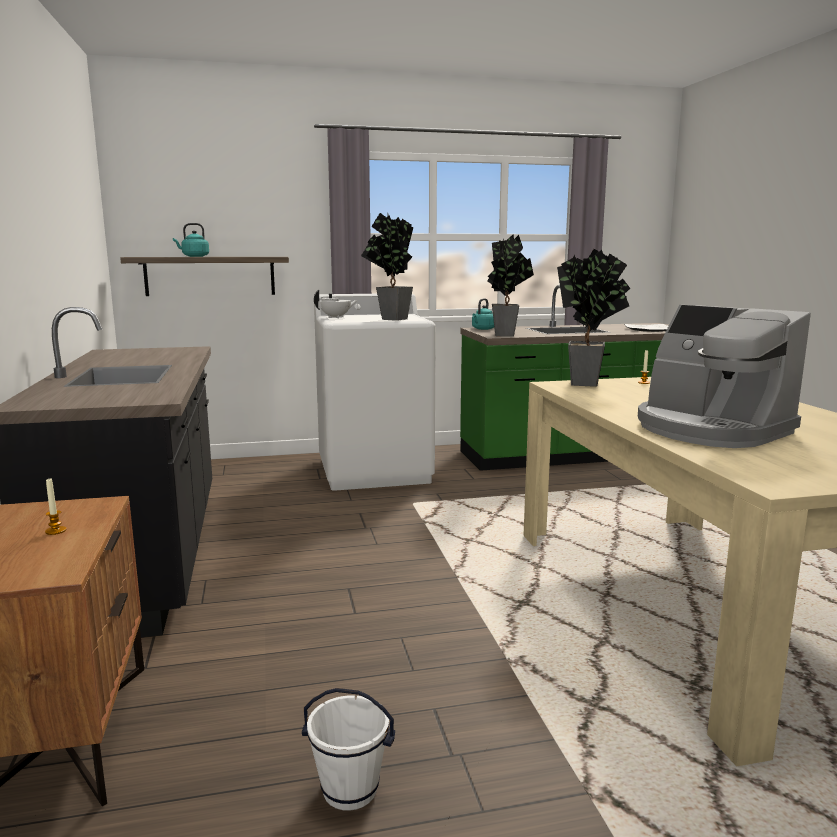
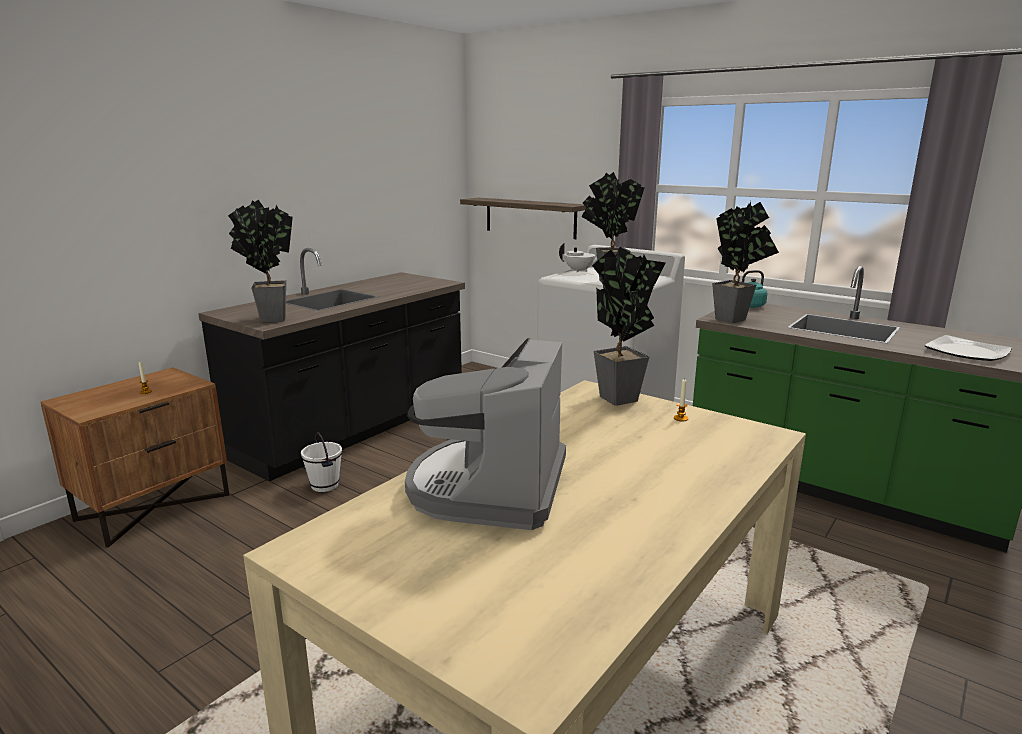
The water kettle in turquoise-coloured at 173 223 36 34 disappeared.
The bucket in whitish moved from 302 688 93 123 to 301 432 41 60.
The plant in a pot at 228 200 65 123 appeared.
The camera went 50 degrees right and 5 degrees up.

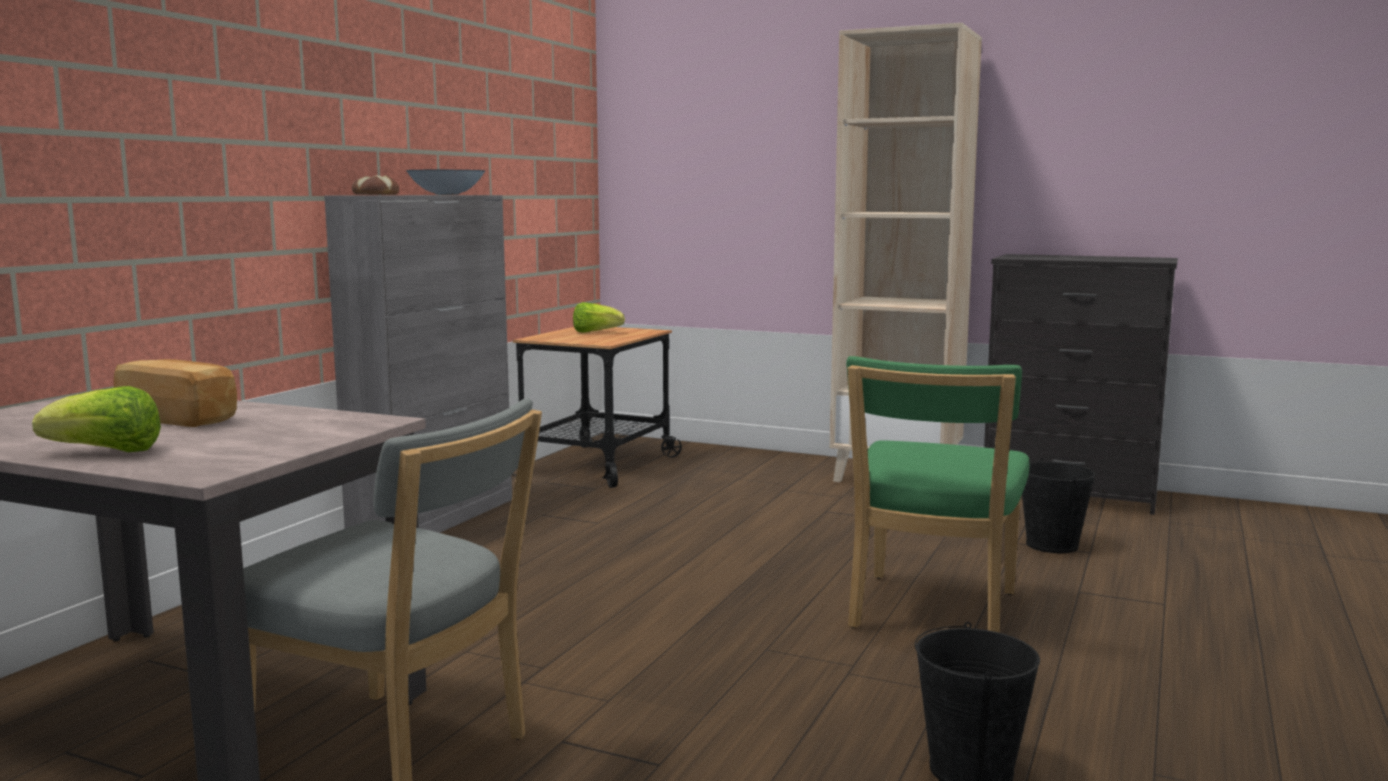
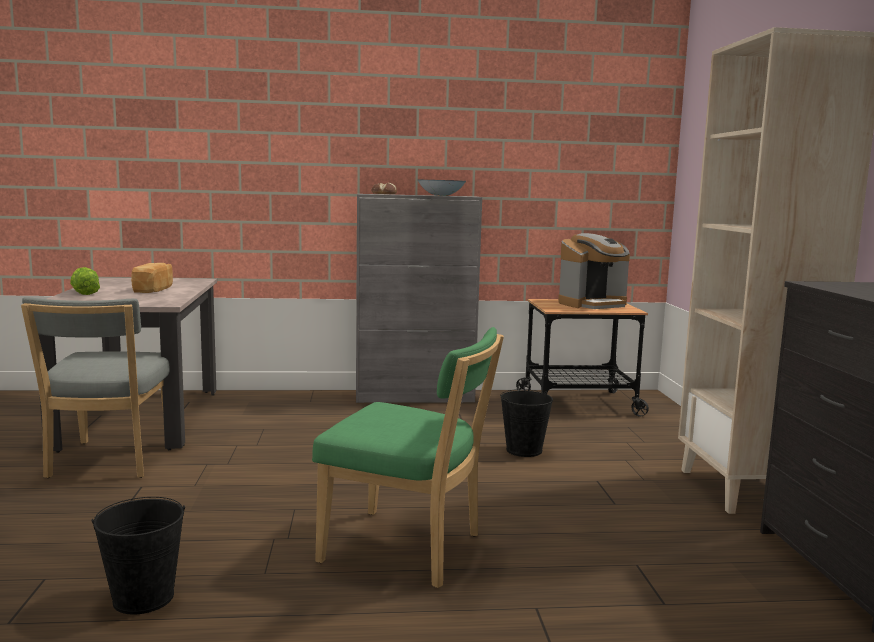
The lettuce at 573 302 52 31 was replaced by the coffee machine at 558 233 72 76.
The chair in green-coloured at 846 356 183 277 turned 150 degrees counterclockwise.
The bucket in black-coloured moved from 1022 458 74 95 to 500 389 53 68.
The camera went 60 degrees right and 0 degrees up.

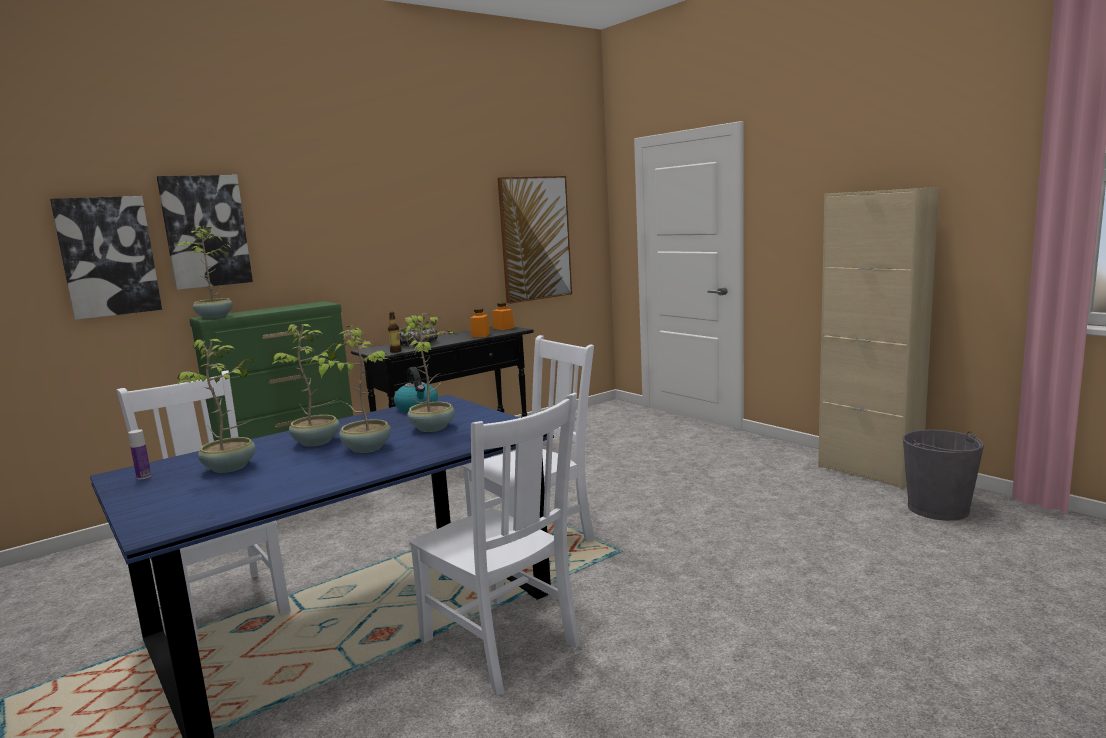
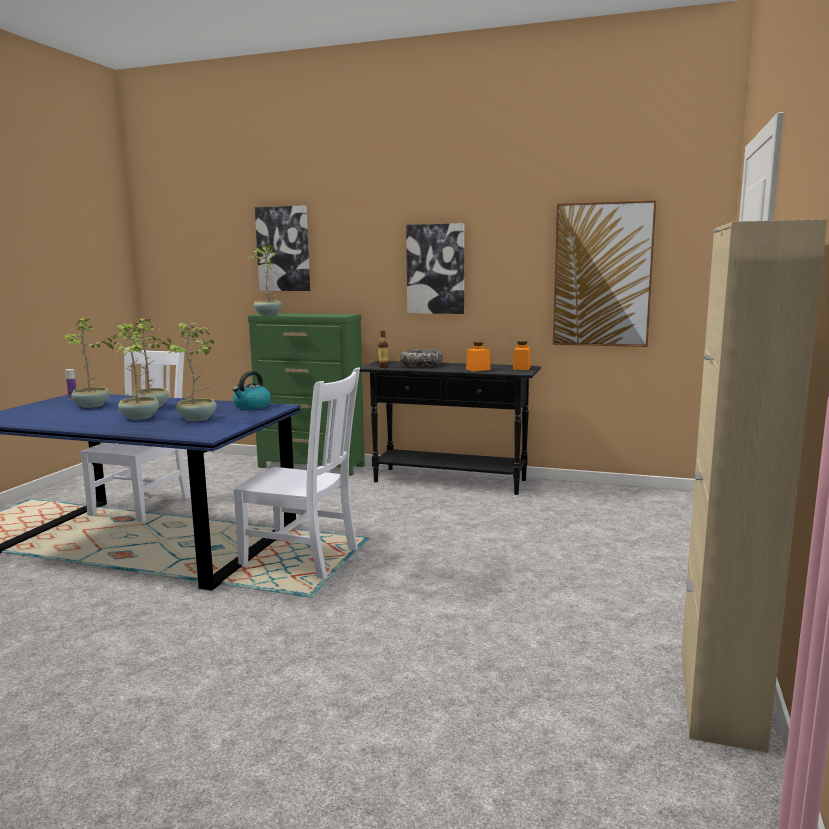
The wall art moved from 50 196 112 124 to 406 223 58 91.
The chair in whitish at 409 393 171 302 disappeared.
The bucket in greyish at 903 429 81 92 disappeared.
The camera went 55 degrees right and 0 degrees up.

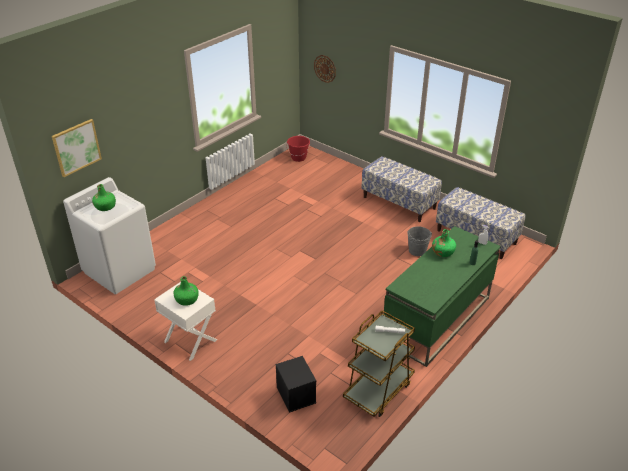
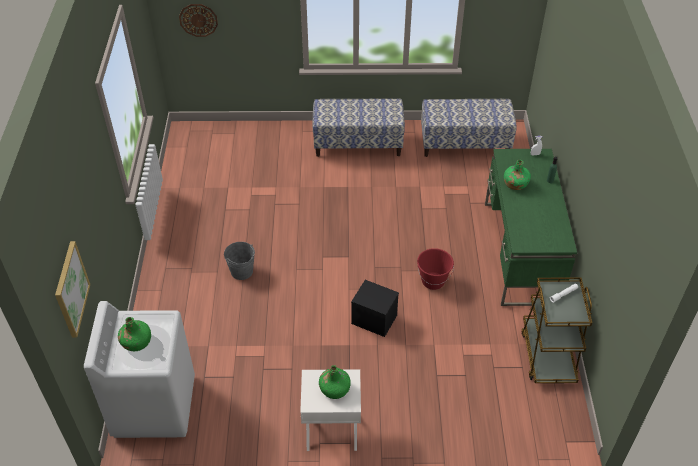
The storage bin in black-coloured moved from 276 356 40 57 to 351 280 48 57.
The bucket in reddish moved from 287 136 23 26 to 417 248 37 42.
The bucket in greyish moved from 407 226 25 30 to 224 242 31 38.
The camera went 40 degrees left and 10 degrees up.

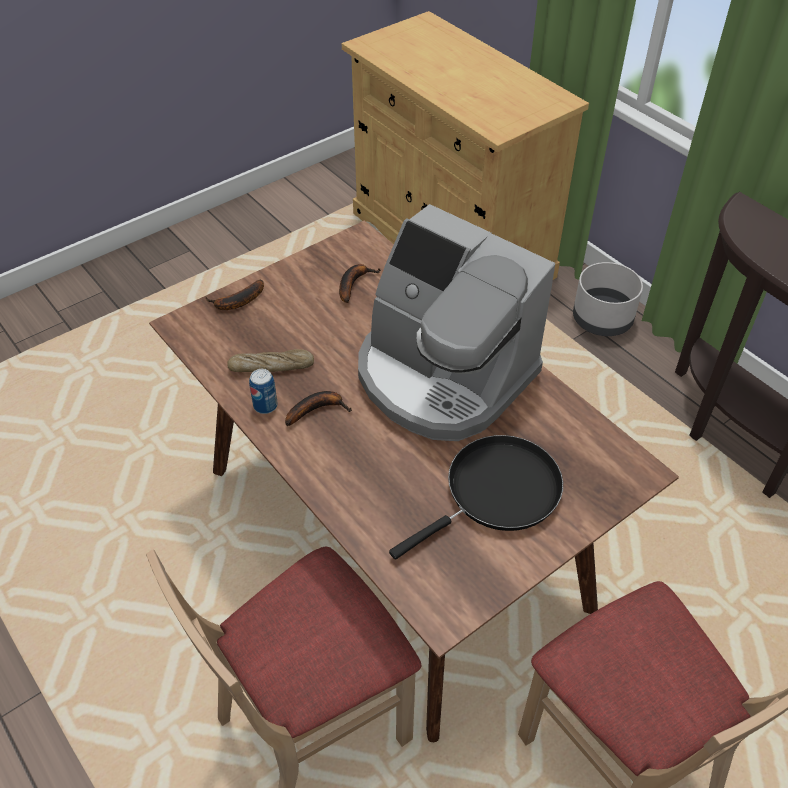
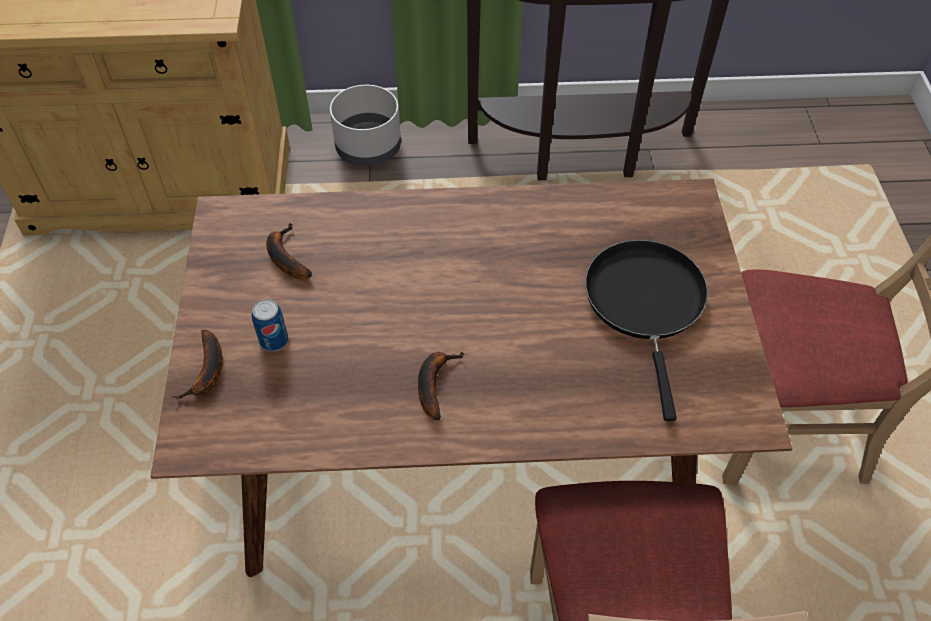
The bakery bread at 227 349 87 23 disappeared.
The metal can moved from 249 369 29 45 to 252 299 36 52.
The coffee machine at 358 204 197 237 disappeared.
The camera went 55 degrees left and 5 degrees up.

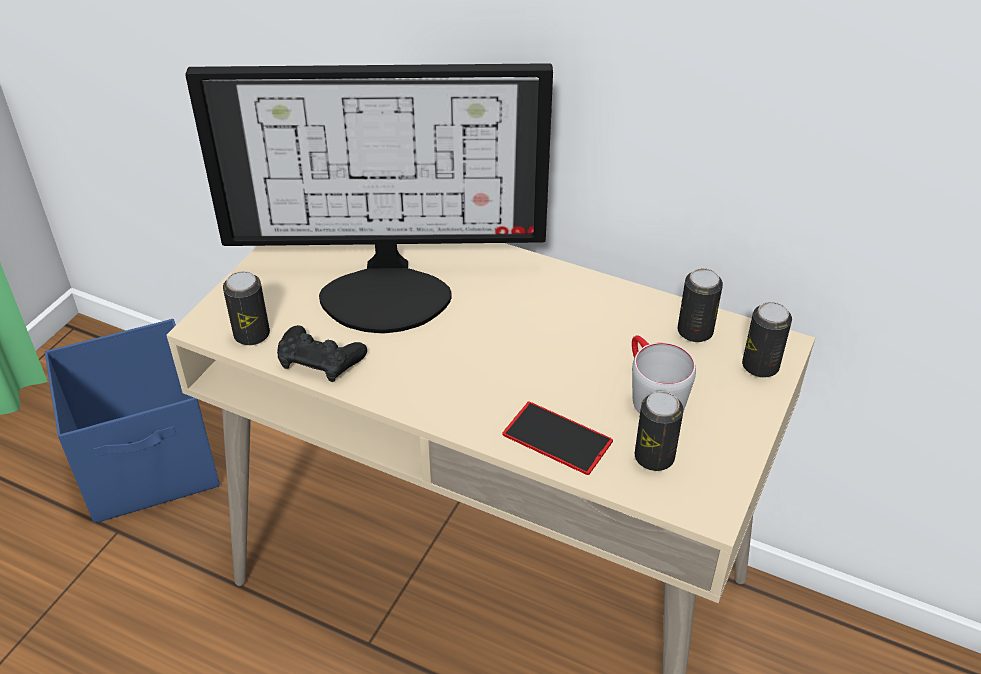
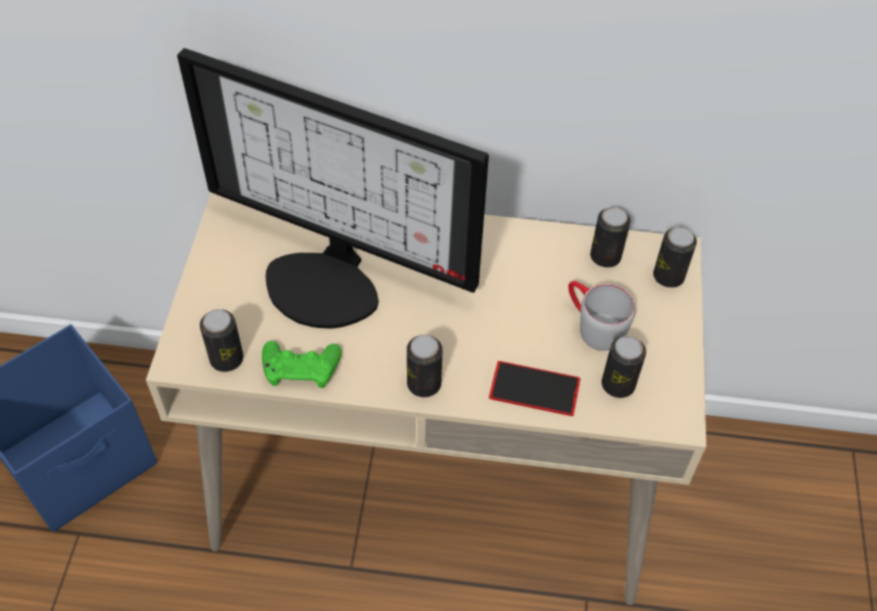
The computer display at 185 63 368 271 turned 45 degrees clockwise.
The game controller in black-coloured at 277 325 90 57 became the game controller in green-coloured at 262 341 80 47.
The metal can at 407 335 36 62 appeared.
The camera went 20 degrees left and 10 degrees up.

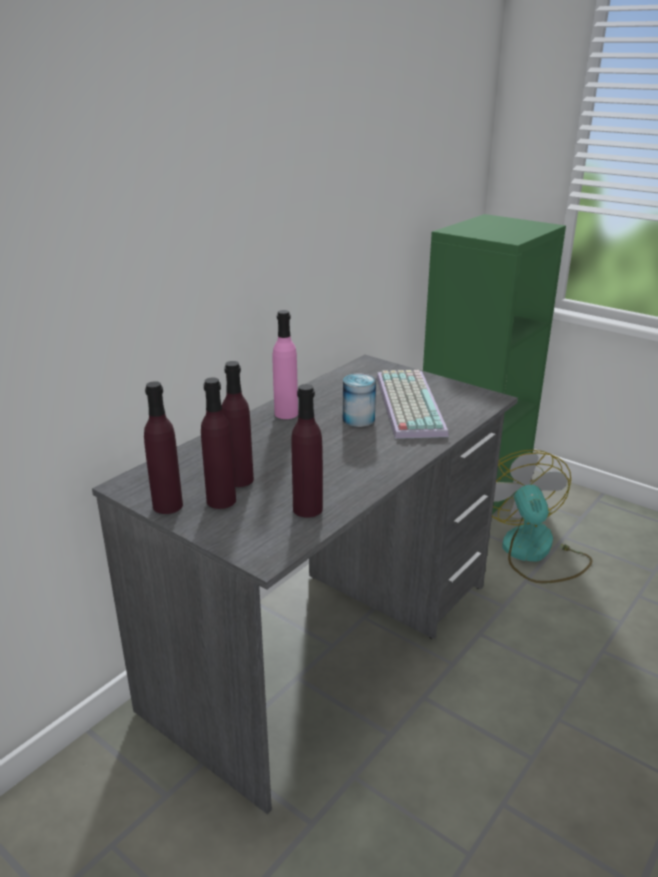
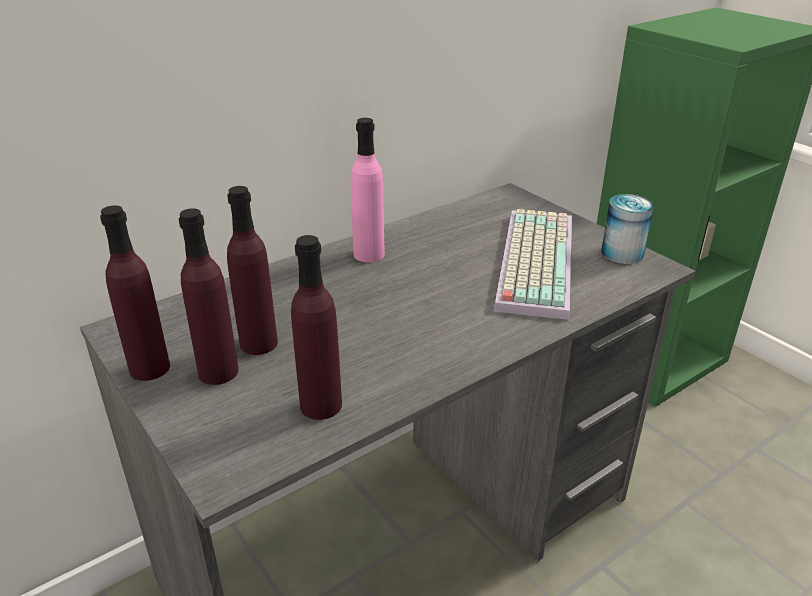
The metal can moved from 343 374 33 53 to 601 194 53 70.
The fan at 492 450 100 133 disappeared.
The camera went 15 degrees right and 5 degrees up.

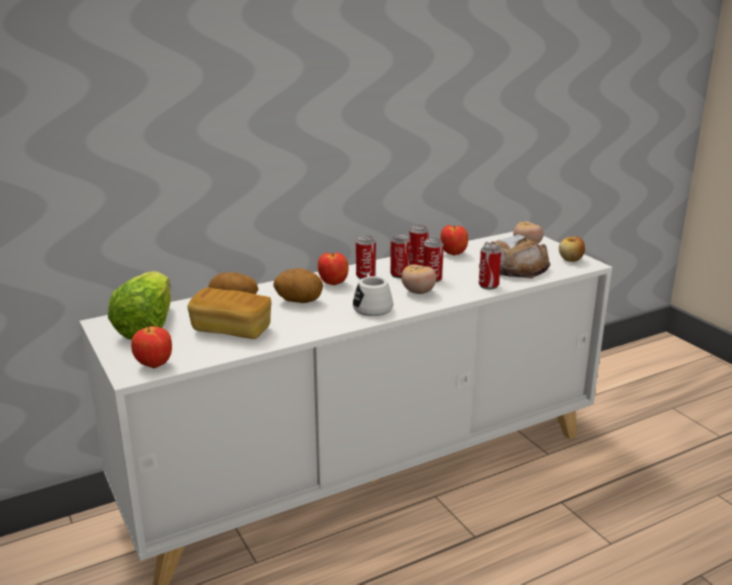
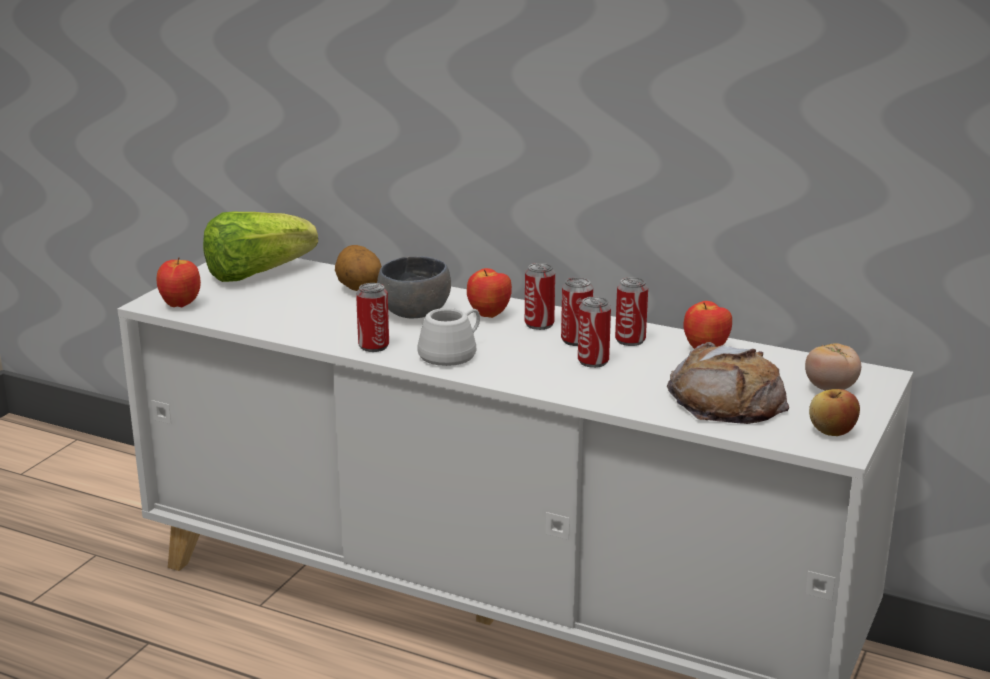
The bakery bread at 187 287 84 52 disappeared.
The potato at 273 268 50 35 was replaced by the deep dish in greyish at 377 256 74 62.
The whole tomato at 401 264 36 30 disappeared.
The metal can moved from 479 244 23 46 to 356 283 33 69.
The camera went 55 degrees right and 0 degrees up.

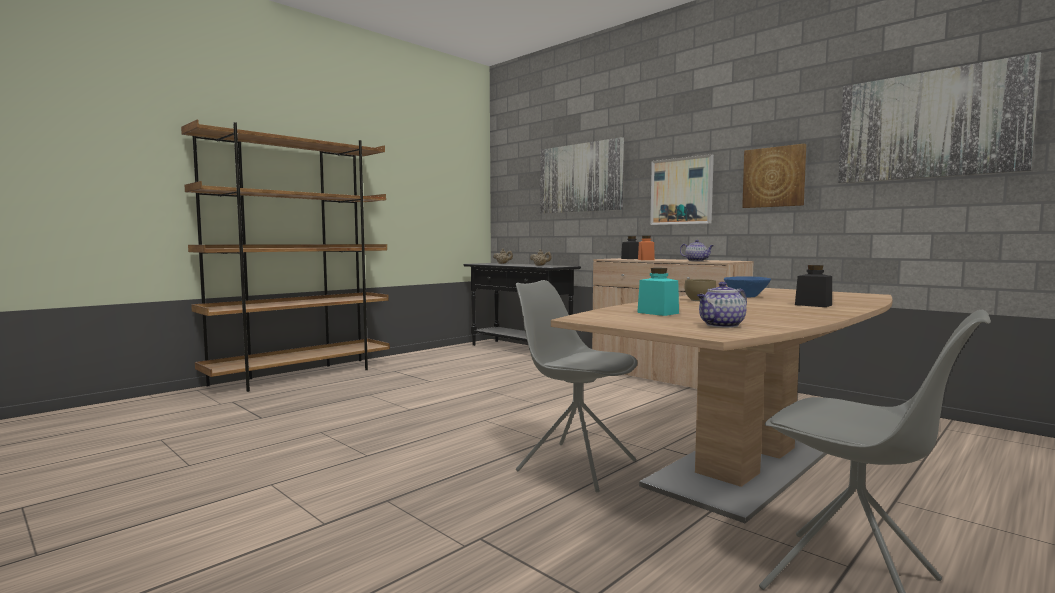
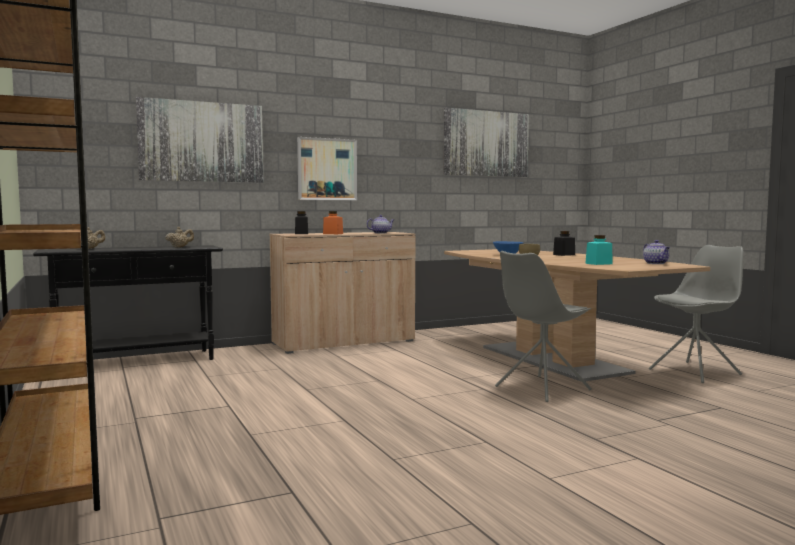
The wall art at 742 144 64 64 disappeared.
The camera went 70 degrees left and 0 degrees up.

